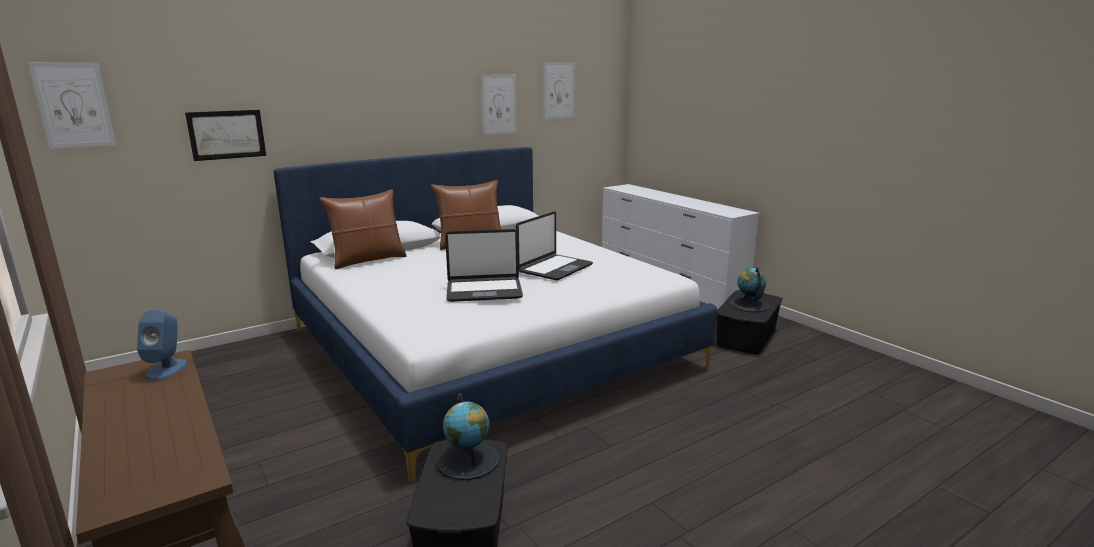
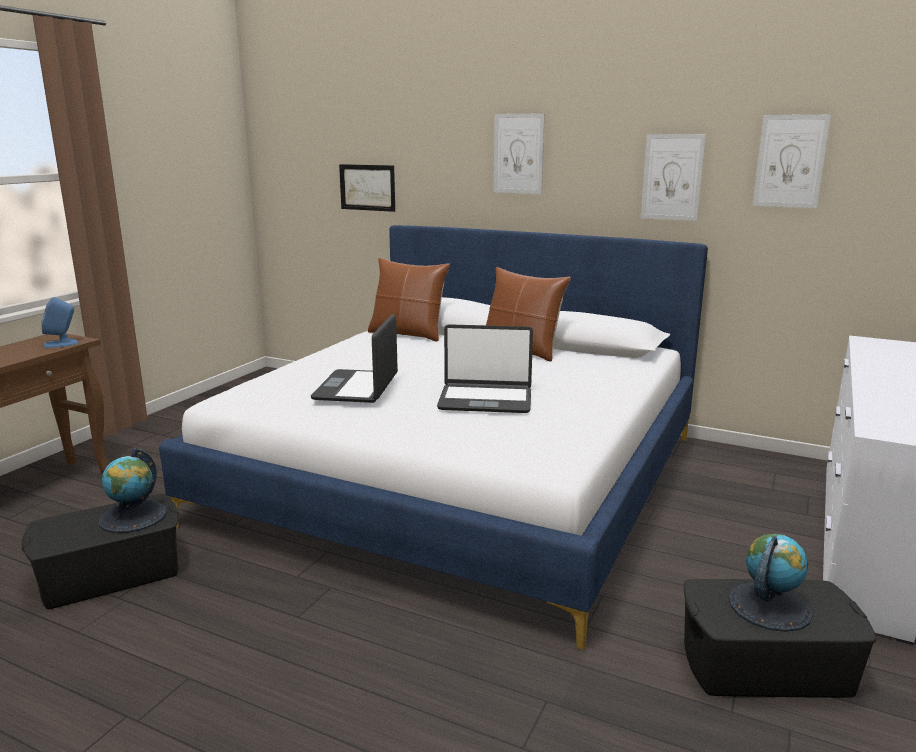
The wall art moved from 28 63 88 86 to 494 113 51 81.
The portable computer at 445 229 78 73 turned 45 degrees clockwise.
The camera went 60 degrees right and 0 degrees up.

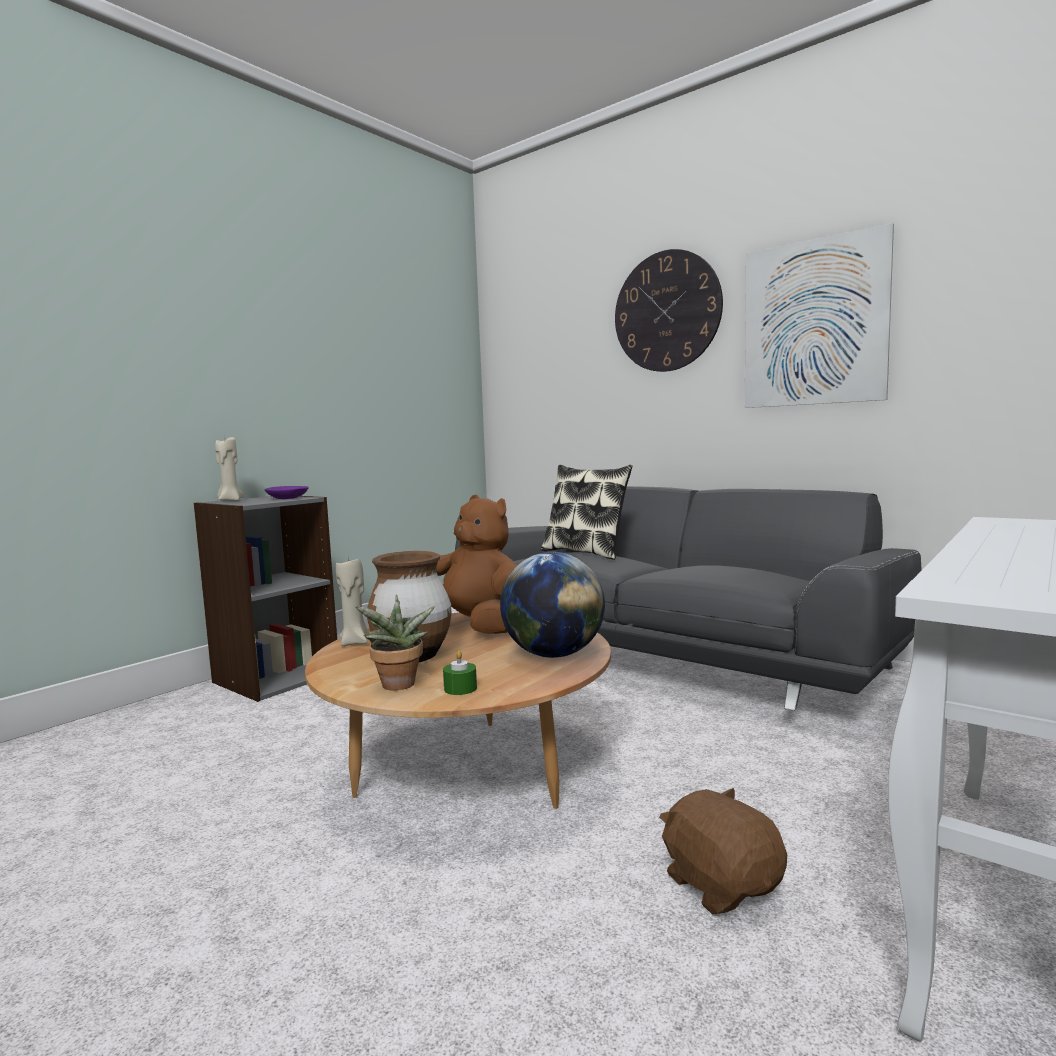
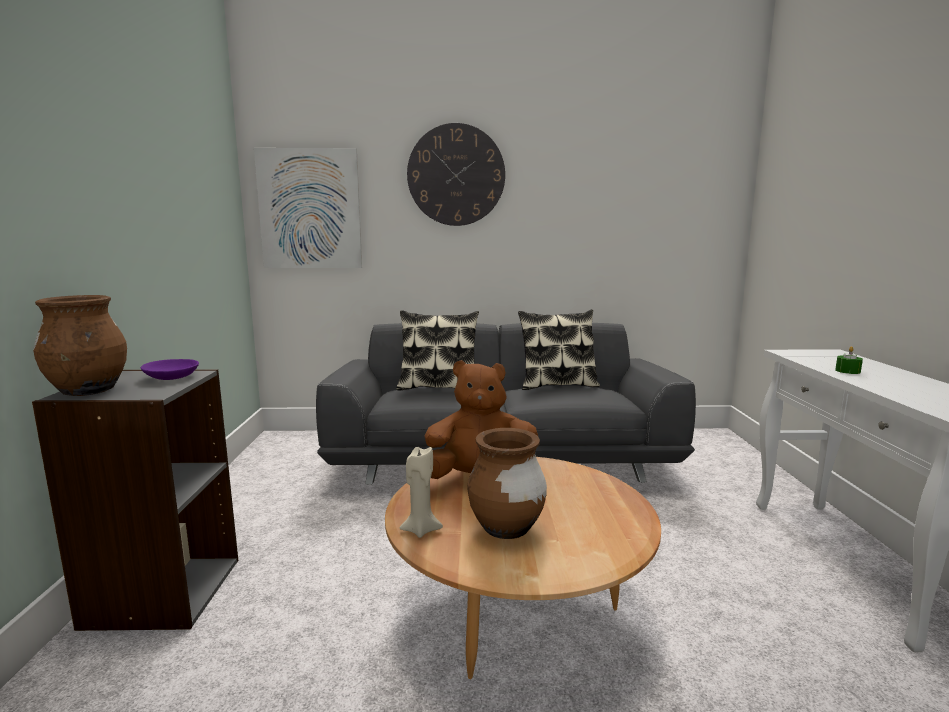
The wax light in beige at 215 437 29 64 was replaced by the decorative vase in brown at 33 295 94 101.
The plant in a pot at 355 594 80 97 disappeared.
The wax light in green-coloured moved from 443 651 34 44 to 835 346 28 28.
The world globe at 500 552 105 106 disappeared.
The soft toy in brown at 659 788 128 127 disappeared.
The wall art moved from 745 223 149 185 to 254 148 108 120.
The throw pillow at 518 309 82 81 appeared.
The camera went 40 degrees left and 5 degrees up.

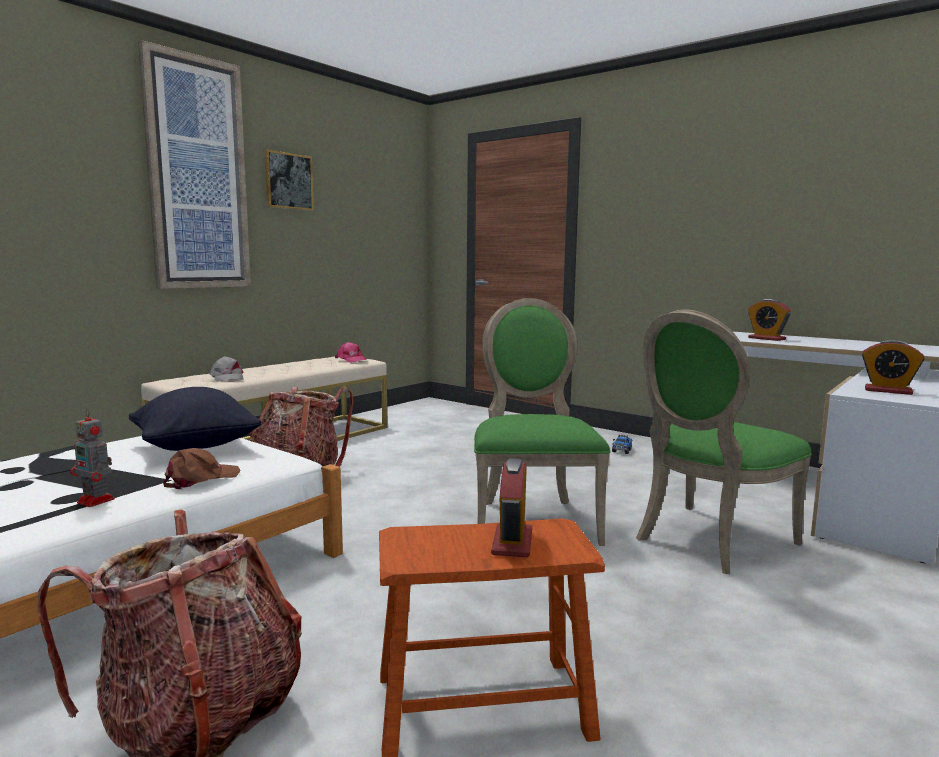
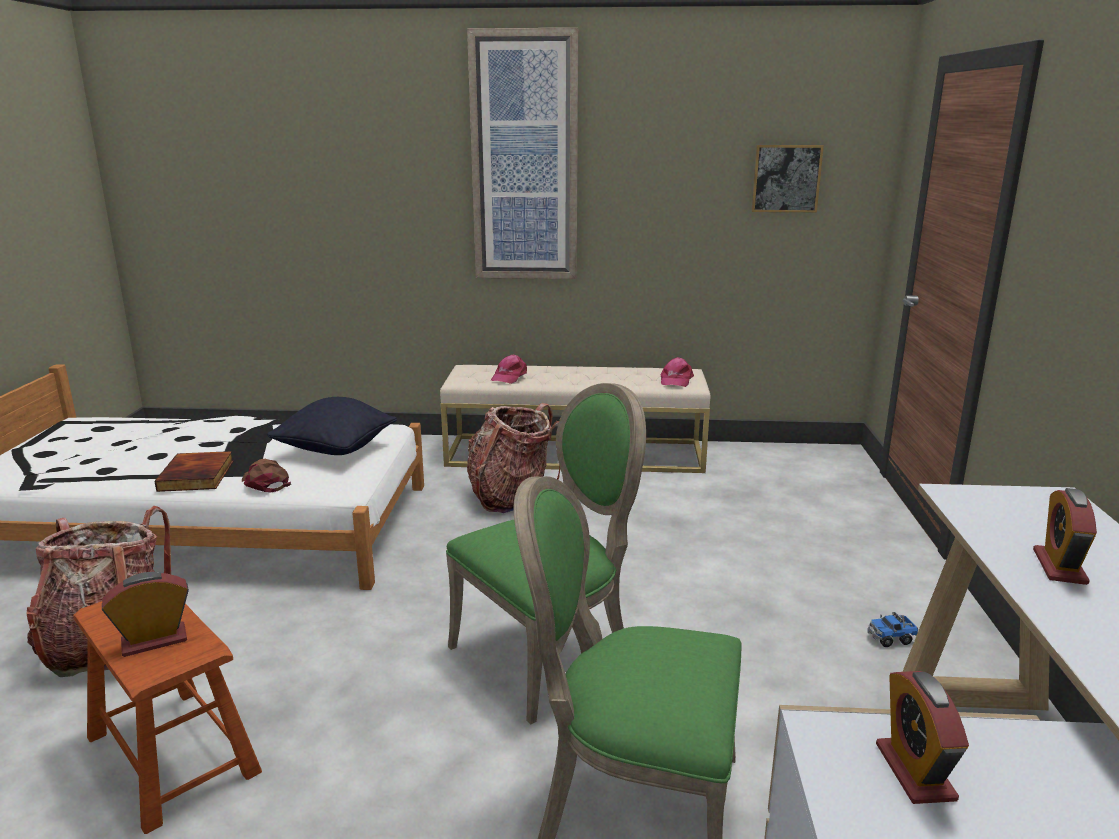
The toy robot at 70 409 45 98 was replaced by the book at 154 451 80 41.
The cap in brown at 163 448 78 41 turned 135 degrees counterclockwise.
The cap in greyish at 210 356 34 26 became the cap in pink at 491 354 36 30.
The wall art moved from 265 150 49 61 to 751 145 73 67.
The camera went 55 degrees right and 10 degrees up.

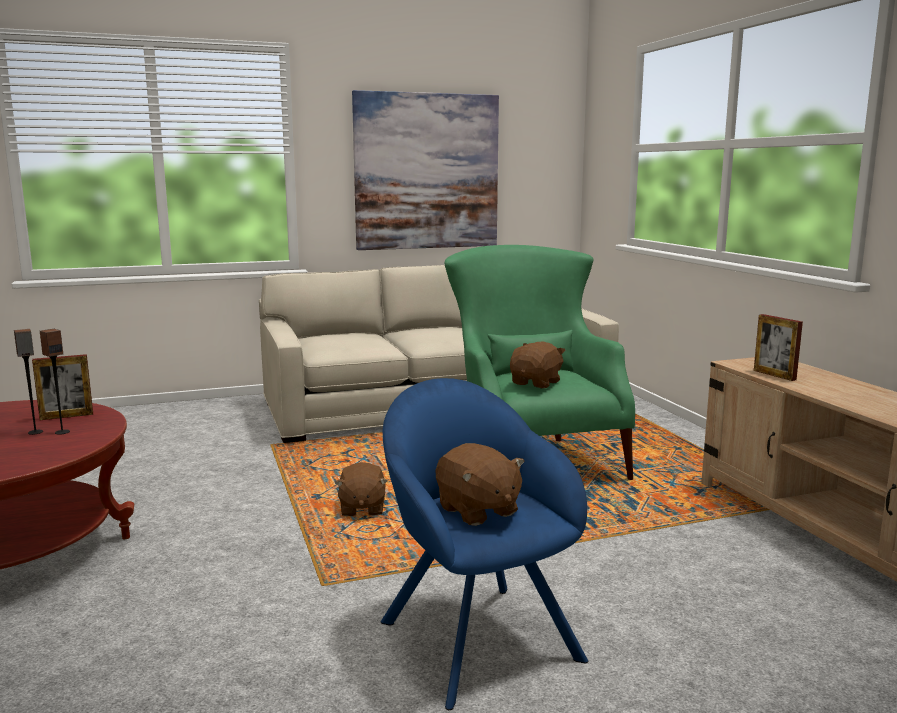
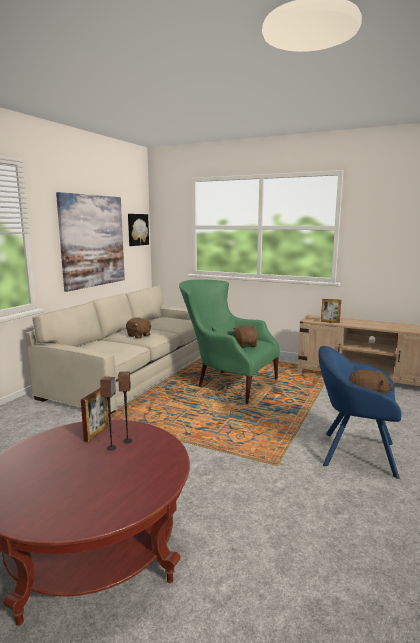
The soft toy in brown moved from 335 462 52 54 to 126 317 25 22.
The wall art at 128 214 21 32 appeared.
The camera went 45 degrees left and 0 degrees up.

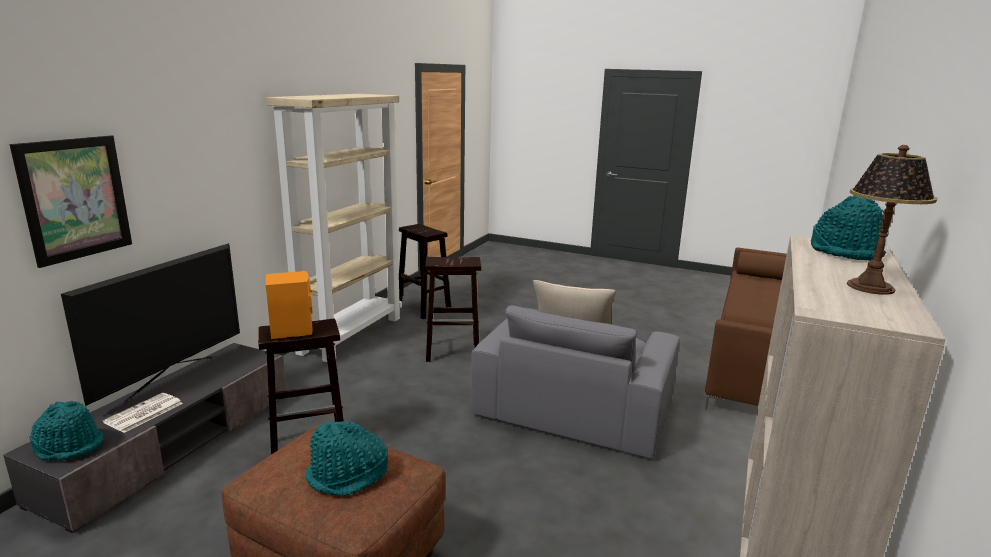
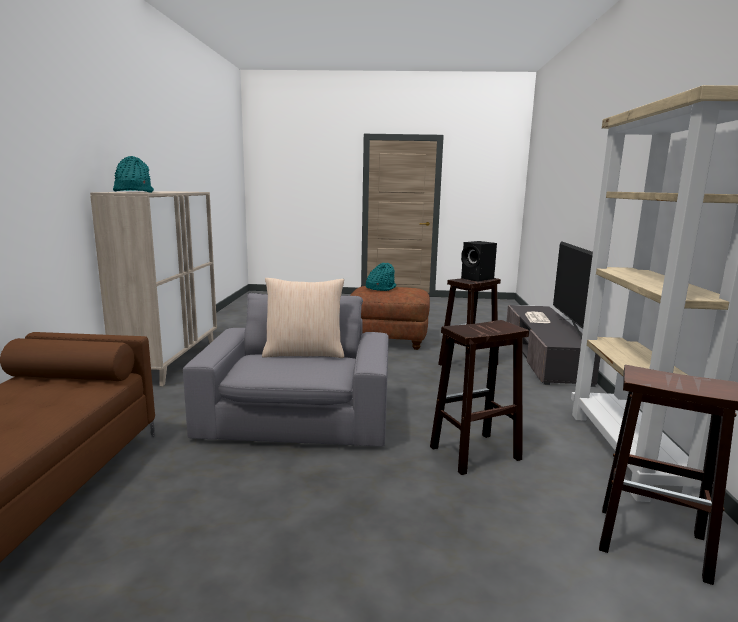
The wall art at 10 135 122 133 disappeared.
The hat in turquoise-coloured at 29 401 75 60 disappeared.
The audio speaker in orange at 266 271 47 68 became the audio speaker in black-coloured at 461 241 36 40.
The lamp for a table at 847 145 90 150 disappeared.
The camera went 160 degrees right and 5 degrees down.

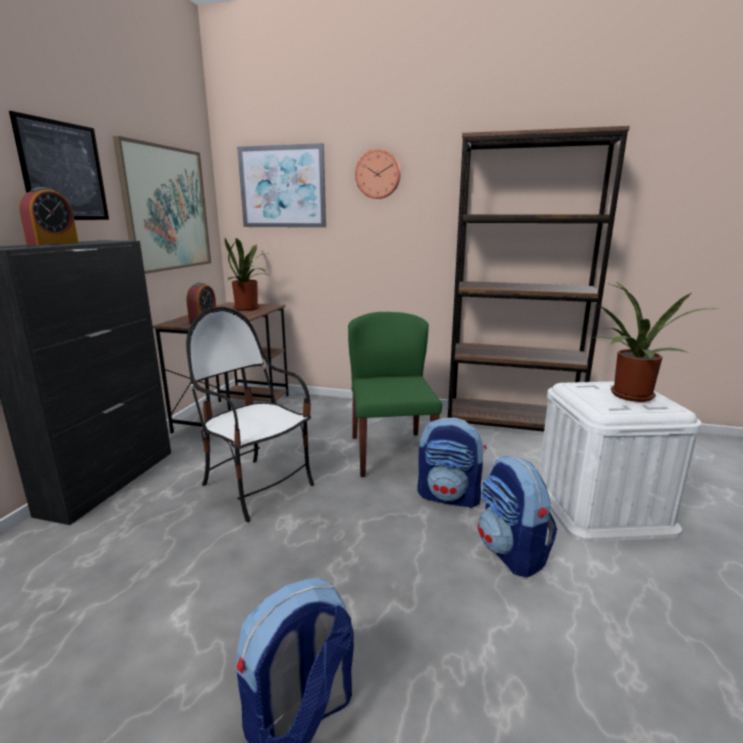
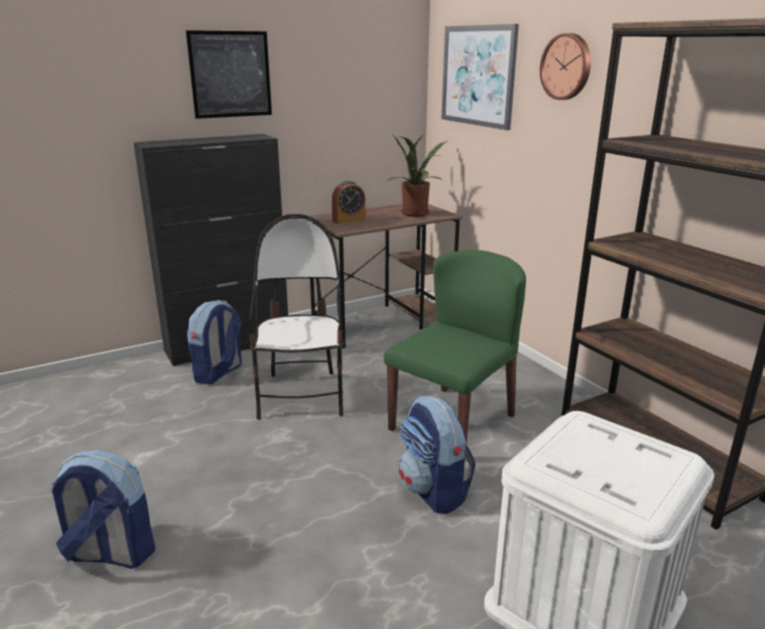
The table clock at 19 187 60 58 disappeared.
The wall art at 113 136 98 138 disappeared.
The backpack moved from 478 456 79 122 to 187 300 55 84.
The plant in a pot at 593 281 125 121 disappeared.
The camera went 45 degrees right and 5 degrees up.

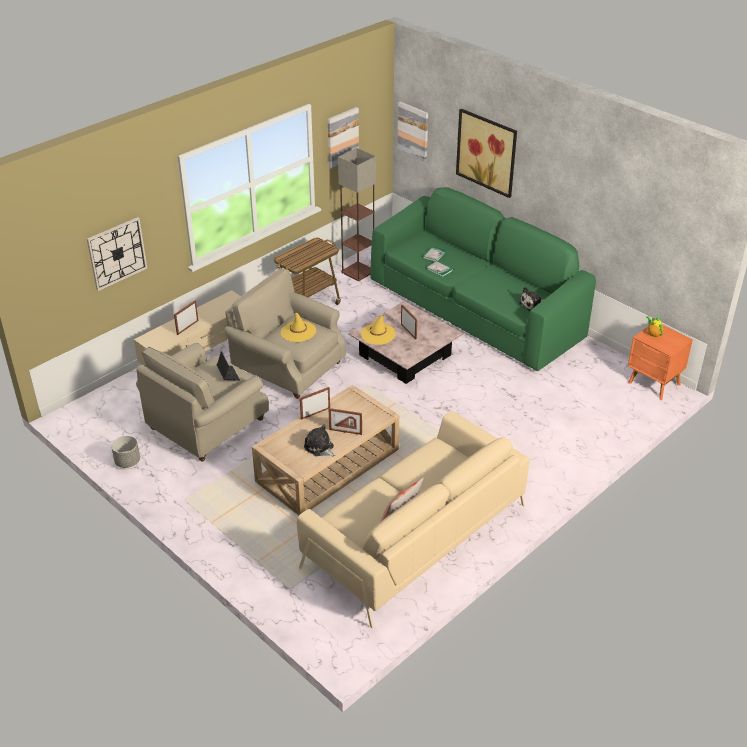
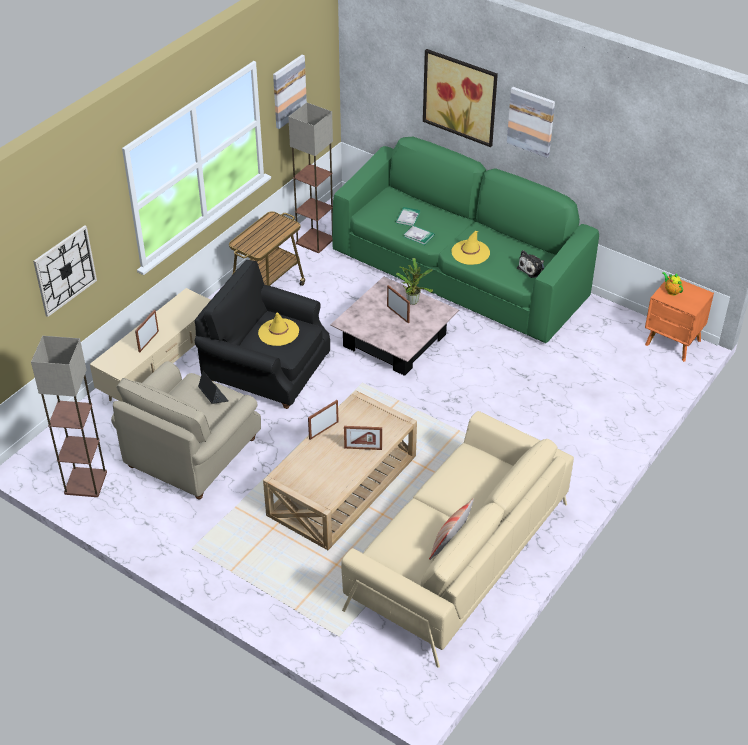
The flower pot in greyish at 111 436 29 32 disappeared.
The lounge chair in beige at 225 268 121 131 became the lounge chair in black-coloured at 195 260 135 149.
The soft toy at 304 425 31 31 disappeared.
The hat in yellowish moved from 361 315 35 30 to 452 231 38 34.
The wall art moved from 397 101 31 60 to 507 87 48 71.
The floor lamp at 31 336 76 161 appeared.
The plant in a pot at 396 258 37 47 appeared.
The camera went 10 degrees left and 5 degrees up.

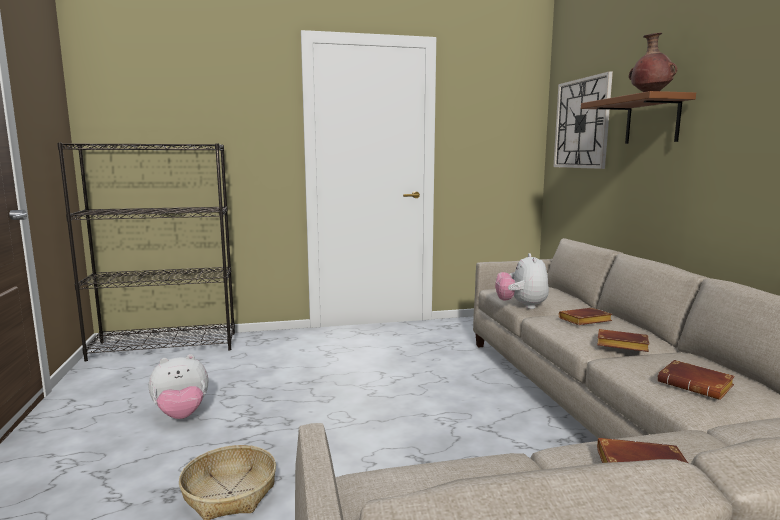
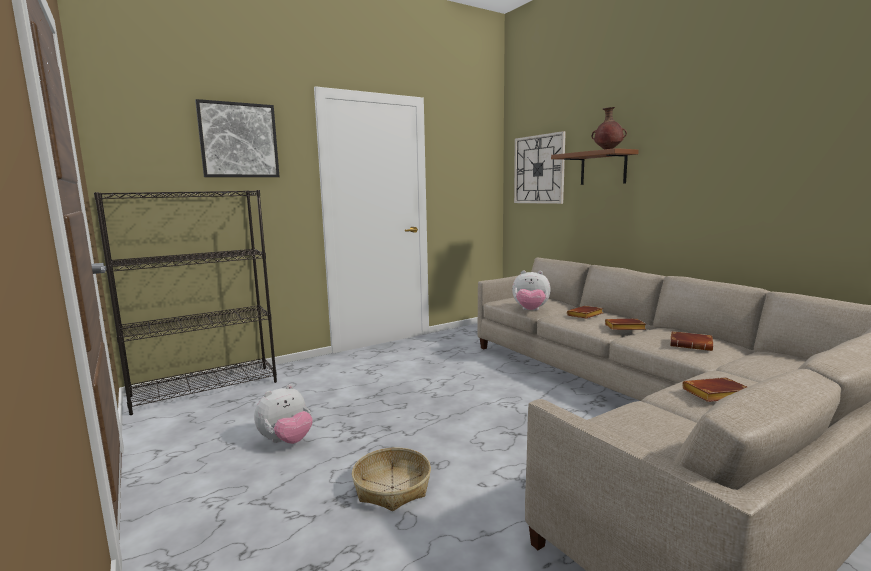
The soft toy at 495 253 54 56 turned 60 degrees counterclockwise.
The wall art at 195 99 85 78 appeared.
The camera went 20 degrees left and 0 degrees up.

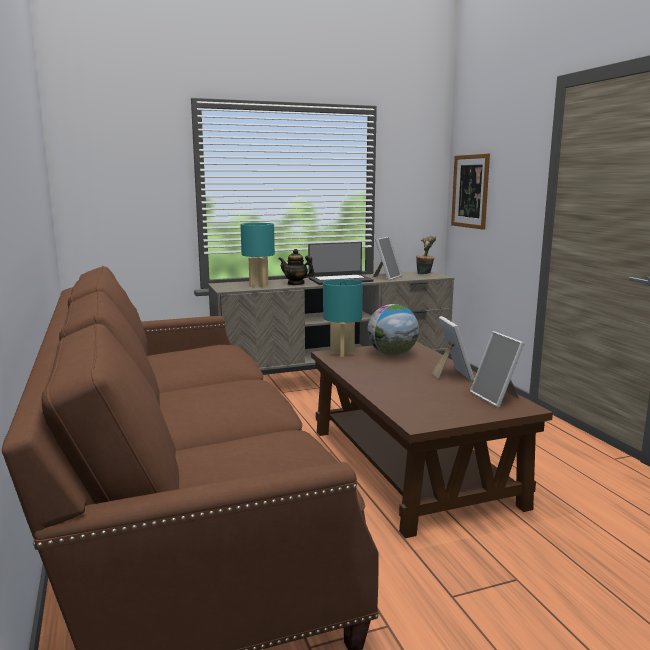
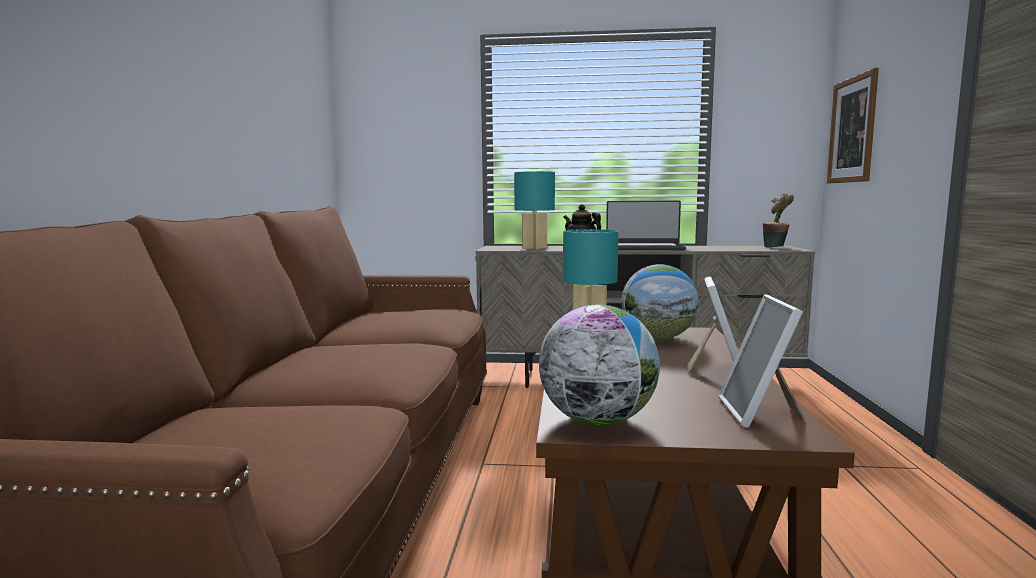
The standing frame at 372 237 30 44 disappeared.
The world globe at 539 305 121 121 appeared.
The camera went 25 degrees right and 5 degrees down.

